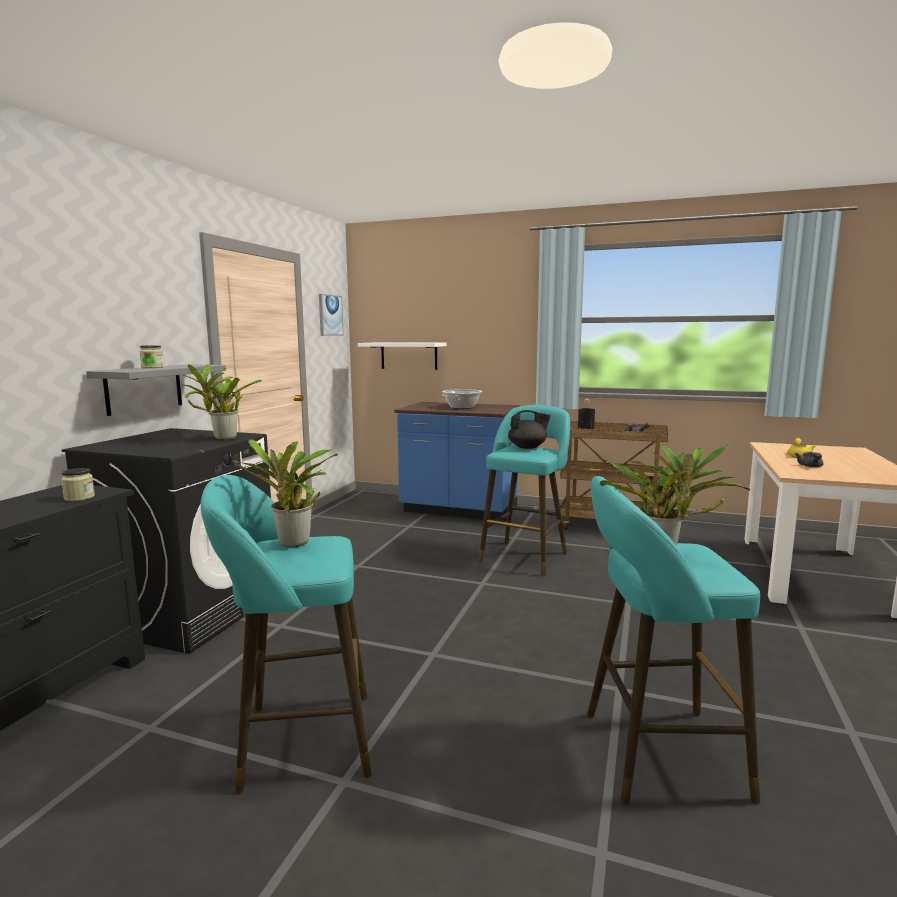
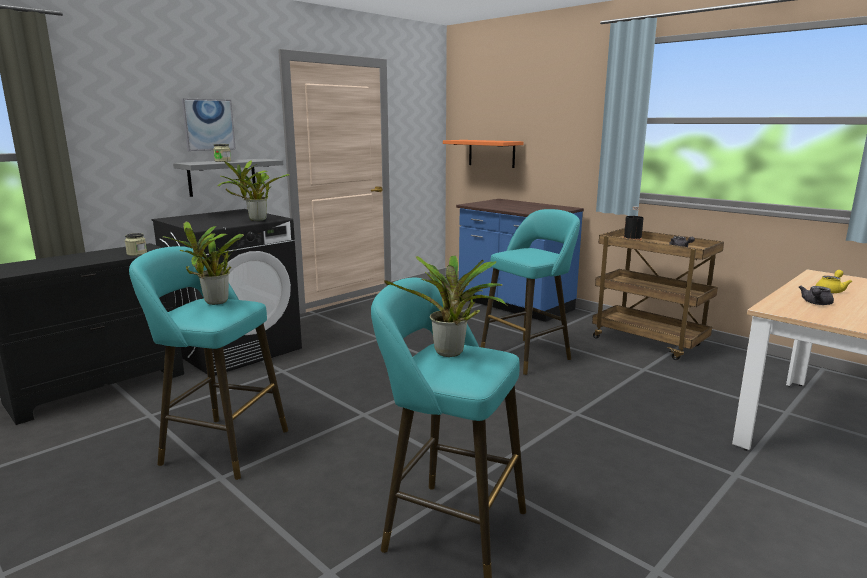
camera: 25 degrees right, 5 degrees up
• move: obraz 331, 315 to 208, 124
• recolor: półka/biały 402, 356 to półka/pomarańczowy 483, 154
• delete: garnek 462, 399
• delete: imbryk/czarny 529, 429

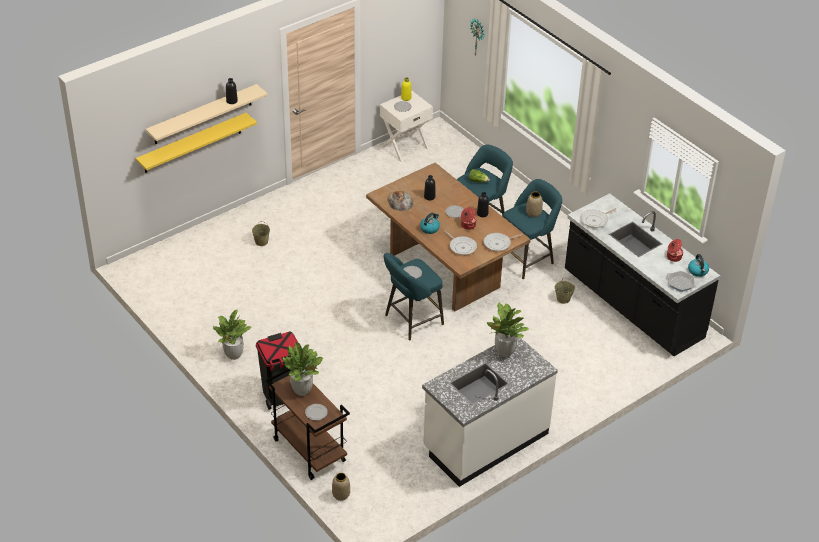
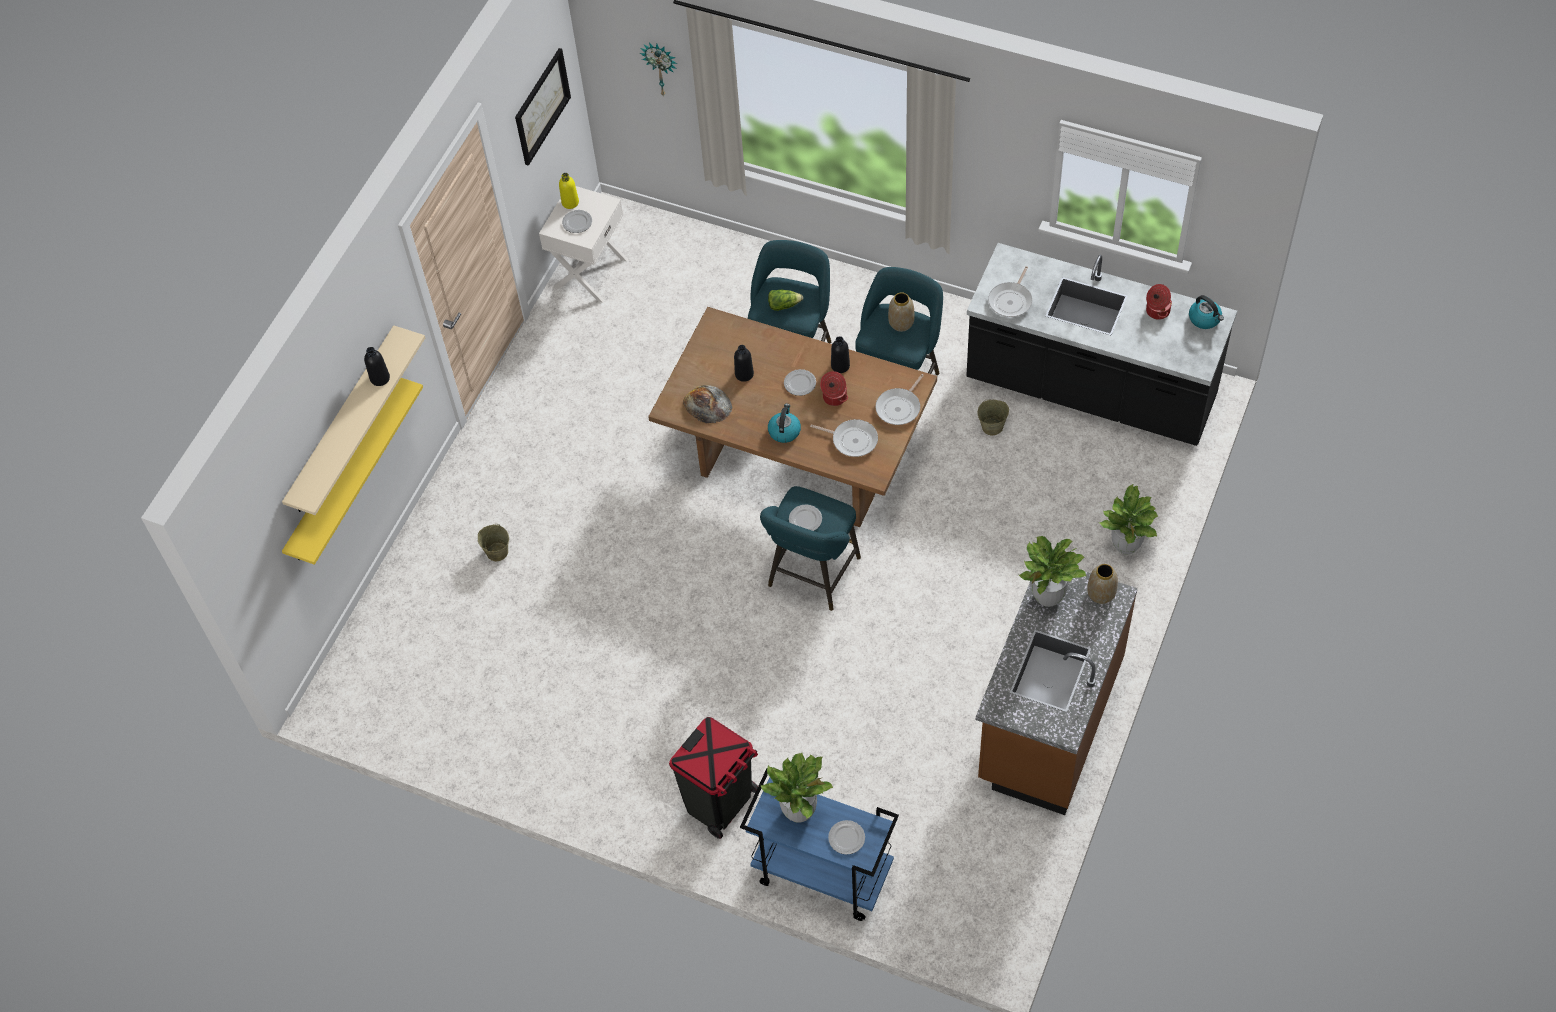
camera: 25 degrees left, 15 degrees up
• move: roślina doniczkowa 232, 335 to 1129, 519
• recolor: wózek/brązowy 307, 424 to wózek/niebieski 819, 844
• move: wazon 341, 487 to 1102, 584
• recolor: zabudowa kuchenna/biały 490, 412 to zabudowa kuchenna/brązowy 1057, 693
• delete: patelnia 681, 281
• insert: obraz 543, 107

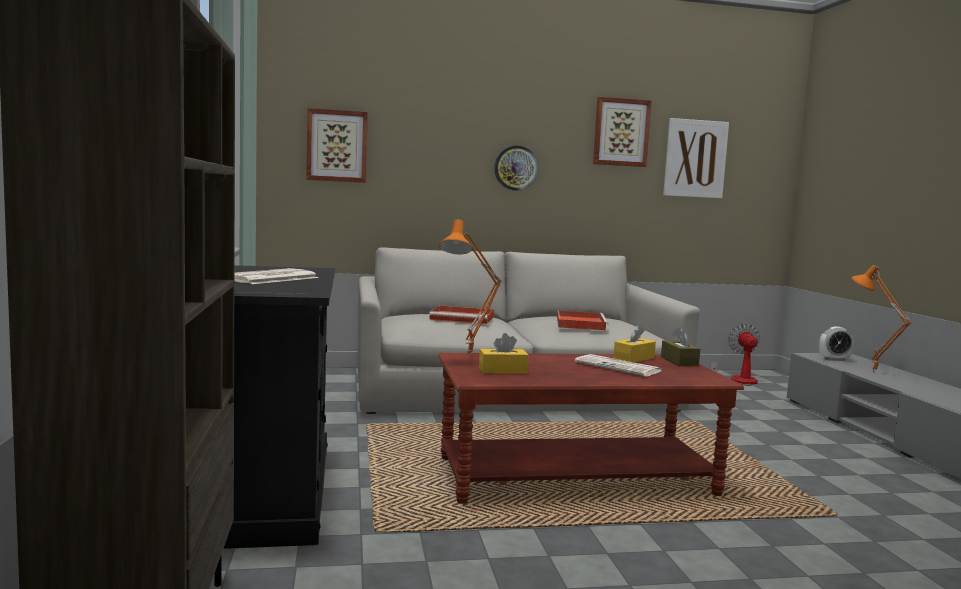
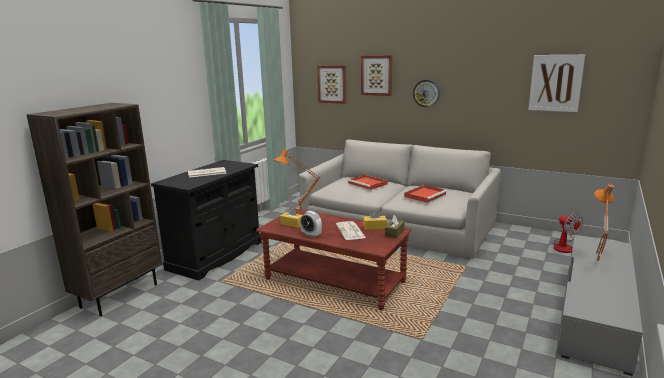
camera: 40 degrees right, 10 degrees up
• move: obraz 622, 132 to 376, 75
• rotate: wentylator 735, 354 = 568, 233 120 degrees clockwise
• move: budzik 836, 344 to 311, 224

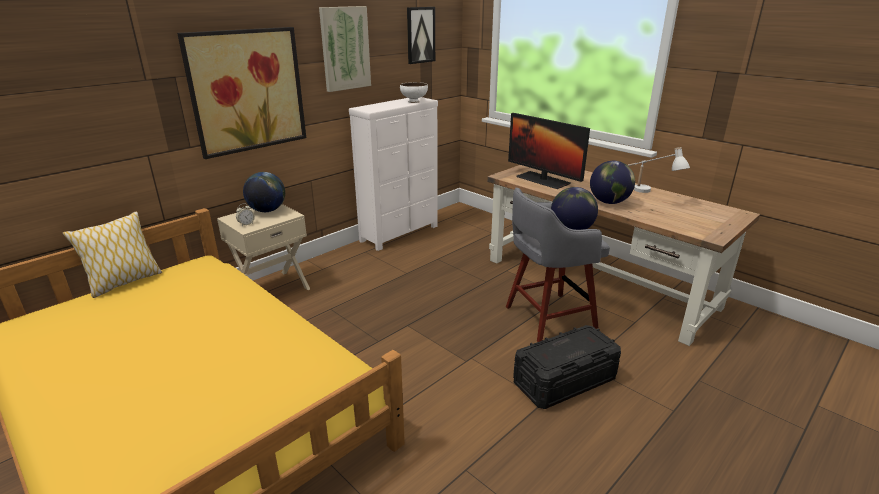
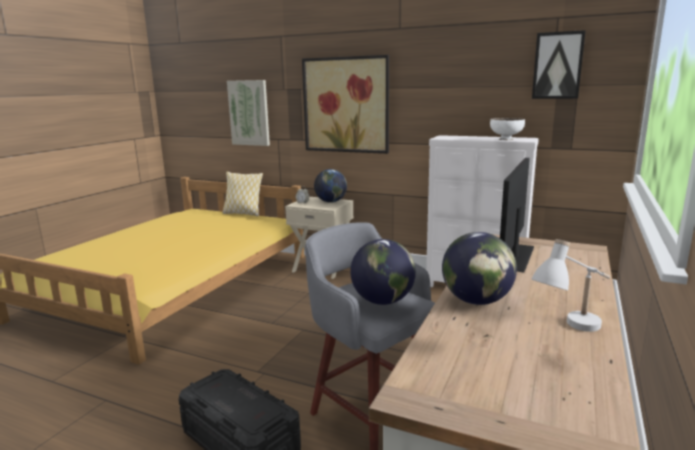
camera: 70 degrees right, 10 degrees down
• move: obraz 345, 49 to 248, 113

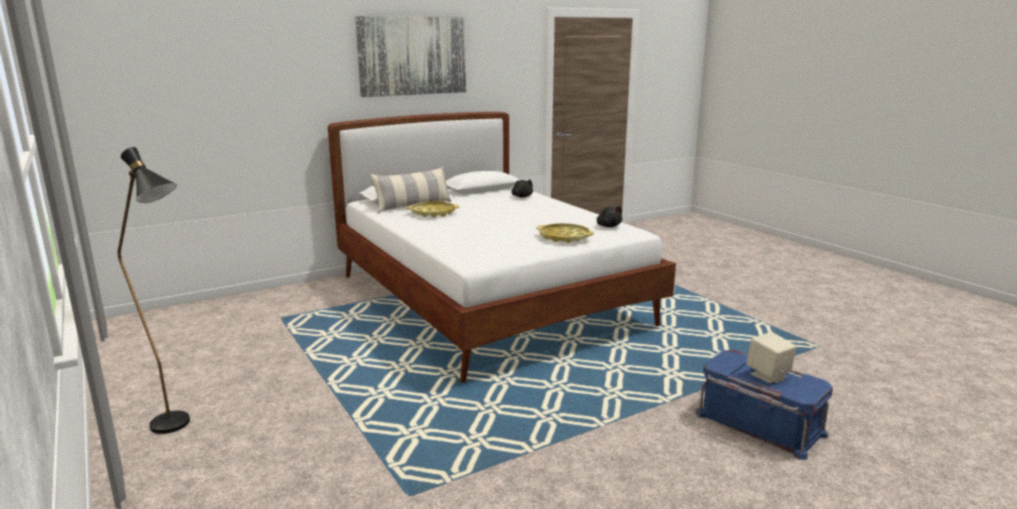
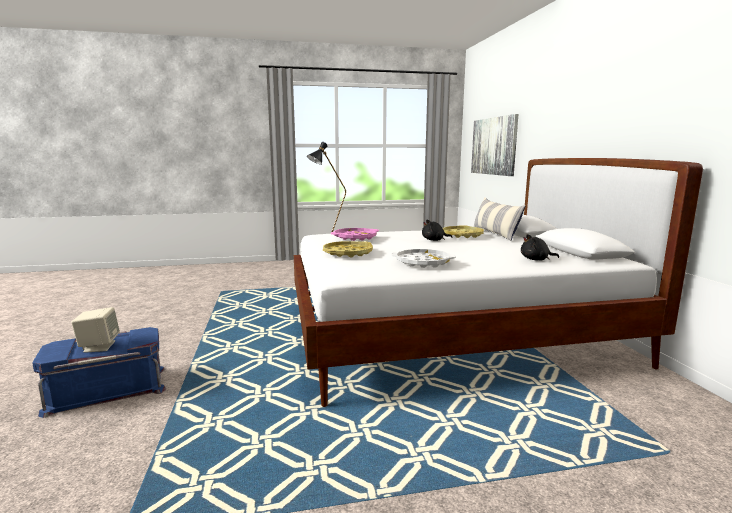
camera: 110 degrees right, 5 degrees down
• move: obraz 410, 56 to 494, 145
• move: pluszak/czarny 609, 216 to 437, 230
• insert: taca/różowy 355, 234
• insert: taca/biały 423, 258

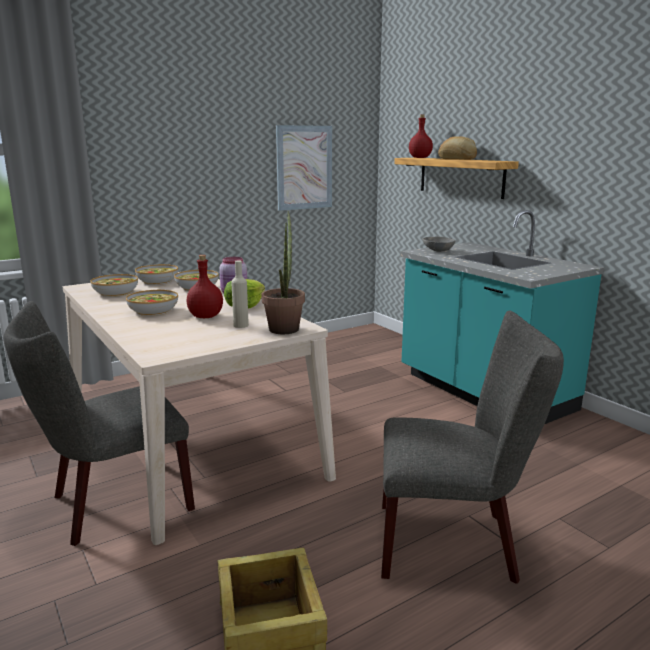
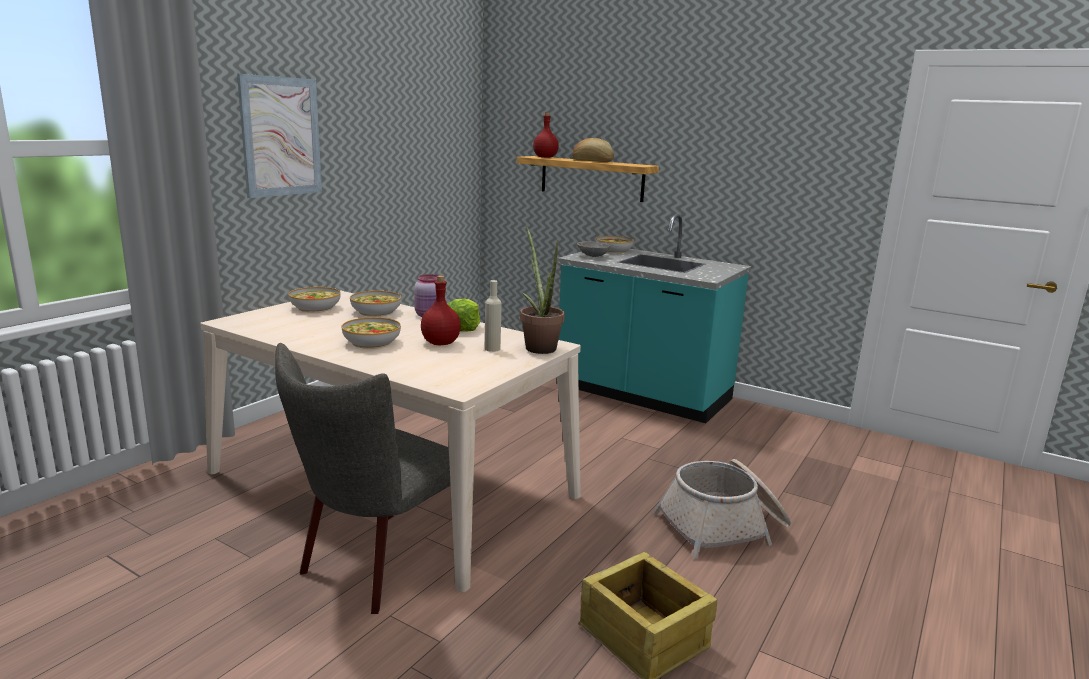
camera: 25 degrees left, 0 degrees up
• move: miska 114, 285 to 615, 244
• move: obraz 304, 168 to 279, 136
• replace: krzesło/szary 472, 447 to koszyk 722, 509

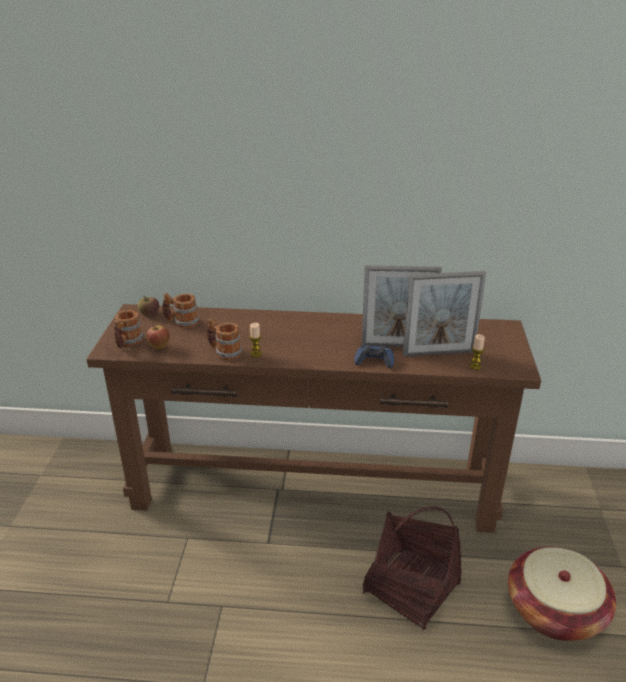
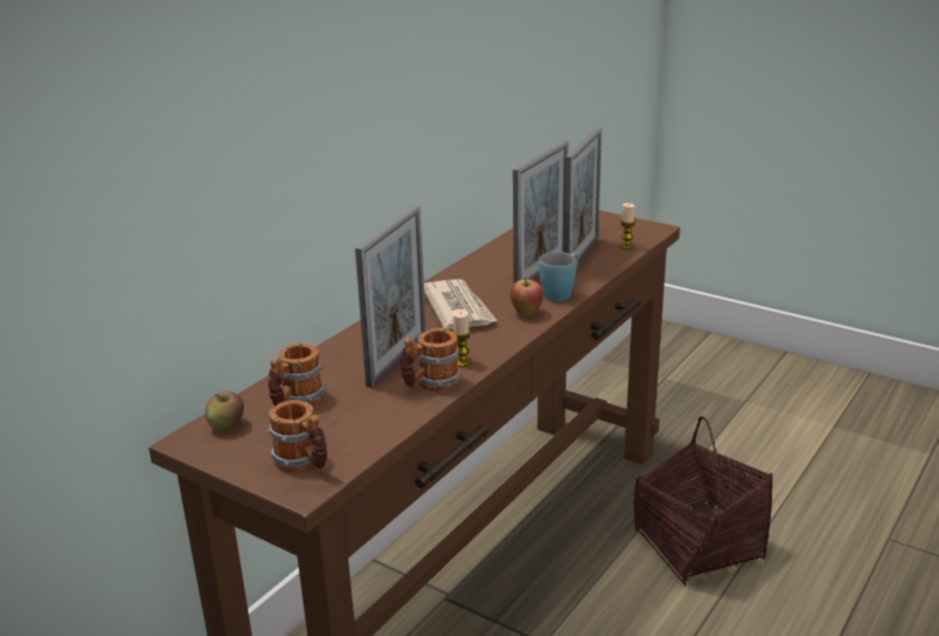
camera: 60 degrees left, 5 degrees down
• move: jabłko 158, 336 to 526, 296
• replace: pad do gier/niebieski 374, 356 to kubek/niebieski 558, 276
• delete: koszyk 562, 594
• insert: ramka na zdjęcie 390, 296
• insert: gazeta 460, 304

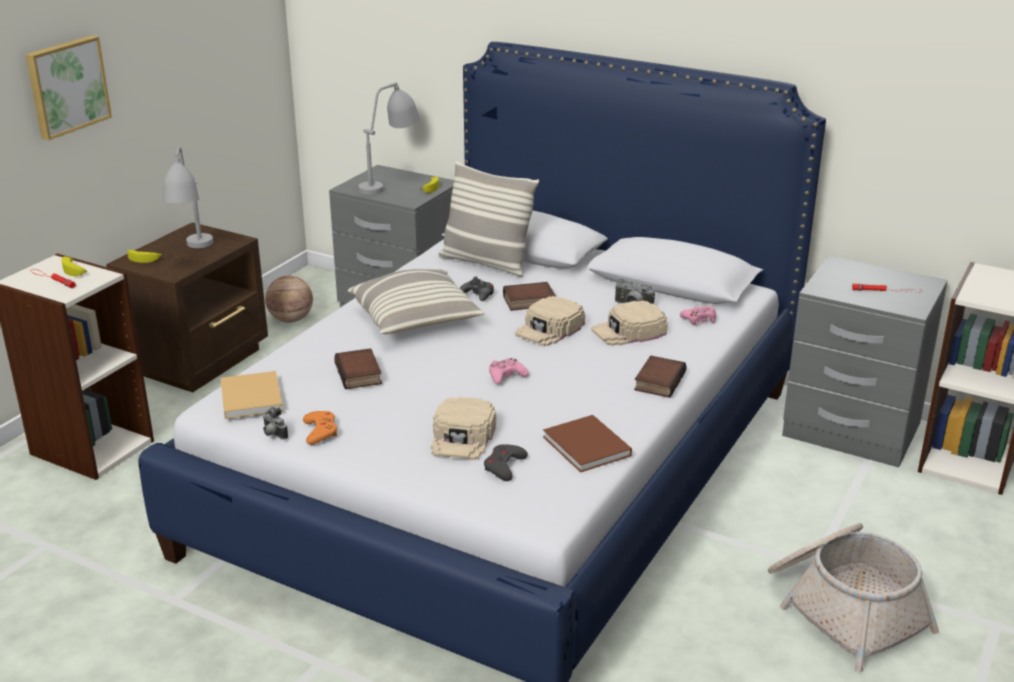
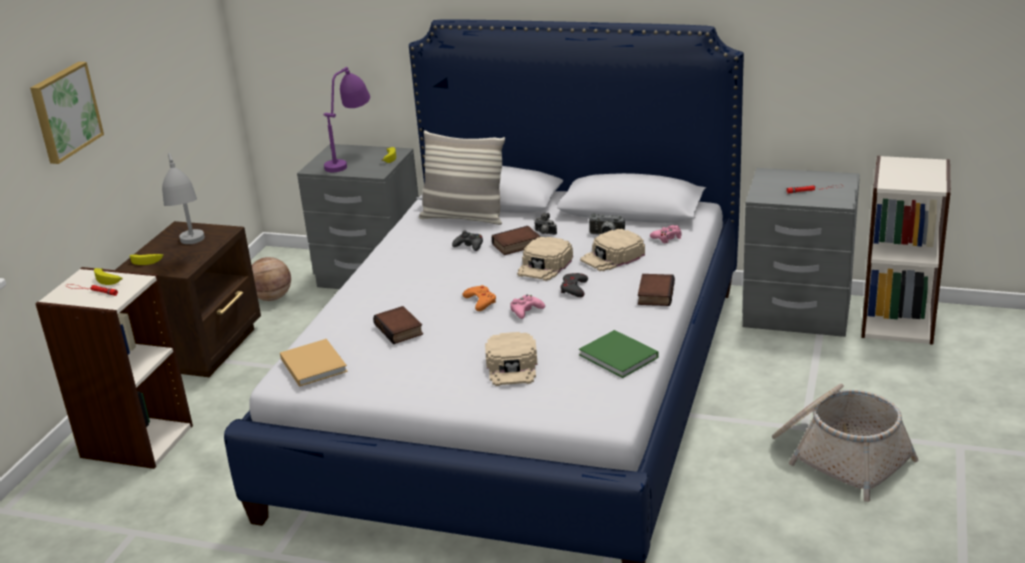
camera: 10 degrees left, 0 degrees up
• move: aparat fotograficzny 275, 423 to 545, 224
• move: pad do gier/pomarańczowy 320, 428 to 479, 298
• delete: poduszka 416, 301
• recolor: lampa stołowa/szary 389, 138 to lampa stołowa/fioletowy 347, 119
• move: pad do gier/szary 506, 462 to 574, 285
• recolor: książka/brązowy 587, 443 to książka/zielony 618, 354

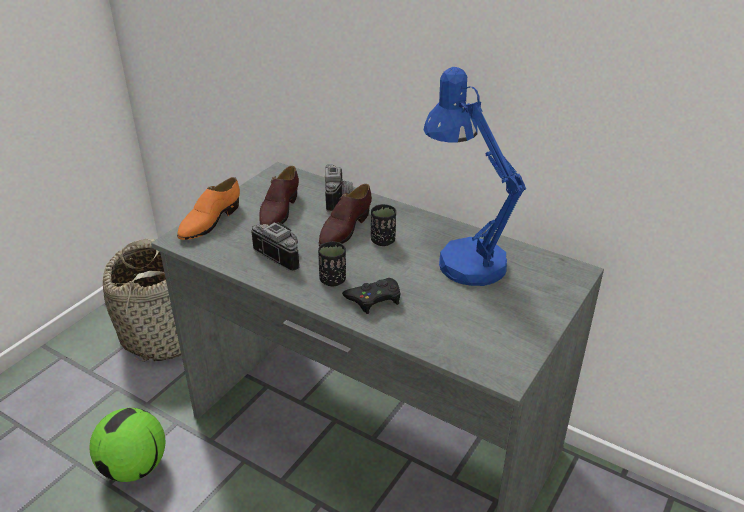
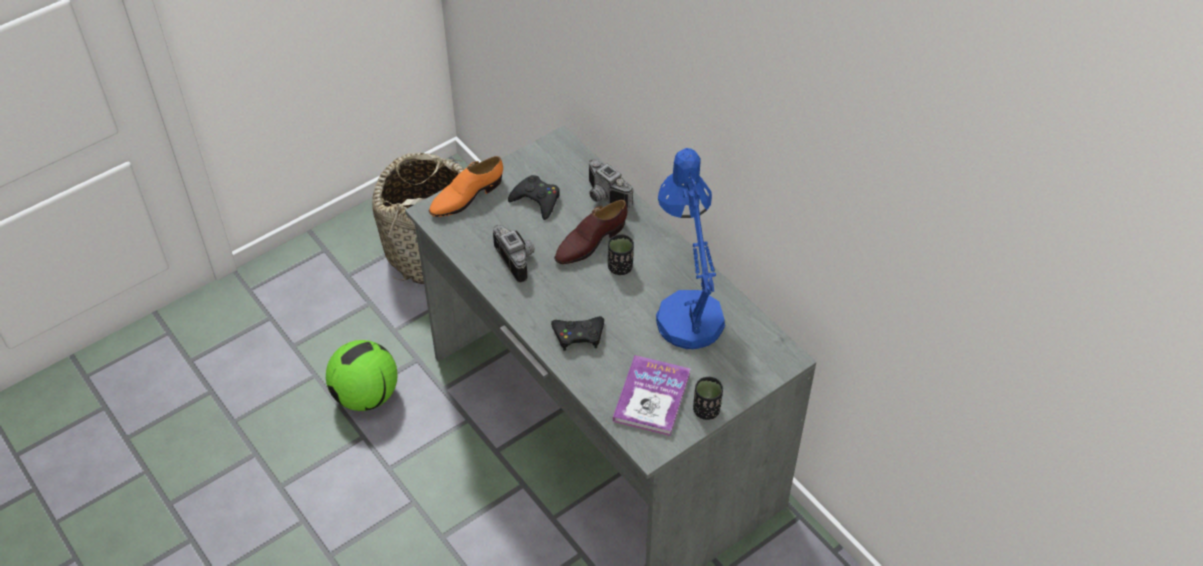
camera: 20 degrees right, 15 degrees up
• replace: but/brązowy 279, 196 to pad do gier/czarny 534, 197
• move: filiżanka/czarny 332, 263 to 708, 398
• rotate: aparat fotograficzny 339, 188 = 611, 184 120 degrees clockwise
• insert: książka 652, 395

